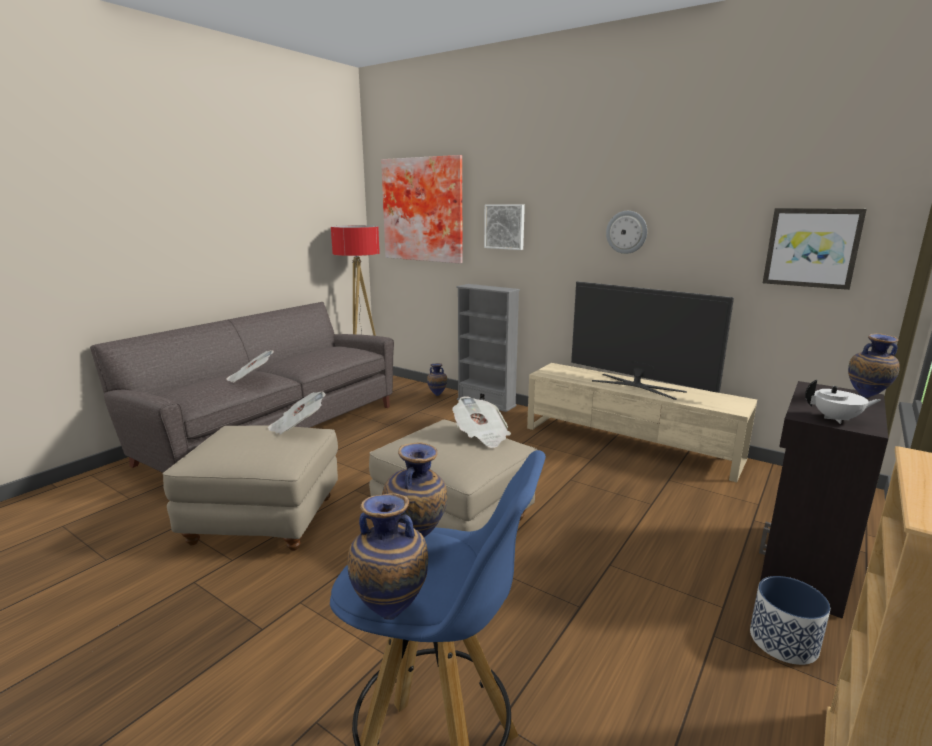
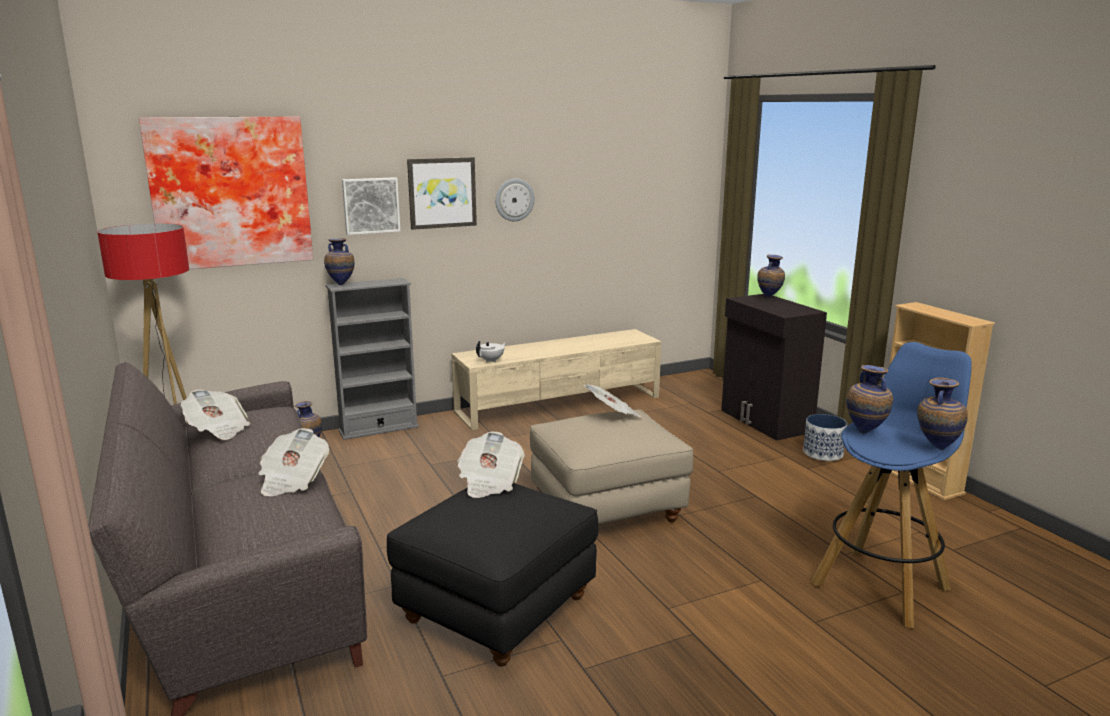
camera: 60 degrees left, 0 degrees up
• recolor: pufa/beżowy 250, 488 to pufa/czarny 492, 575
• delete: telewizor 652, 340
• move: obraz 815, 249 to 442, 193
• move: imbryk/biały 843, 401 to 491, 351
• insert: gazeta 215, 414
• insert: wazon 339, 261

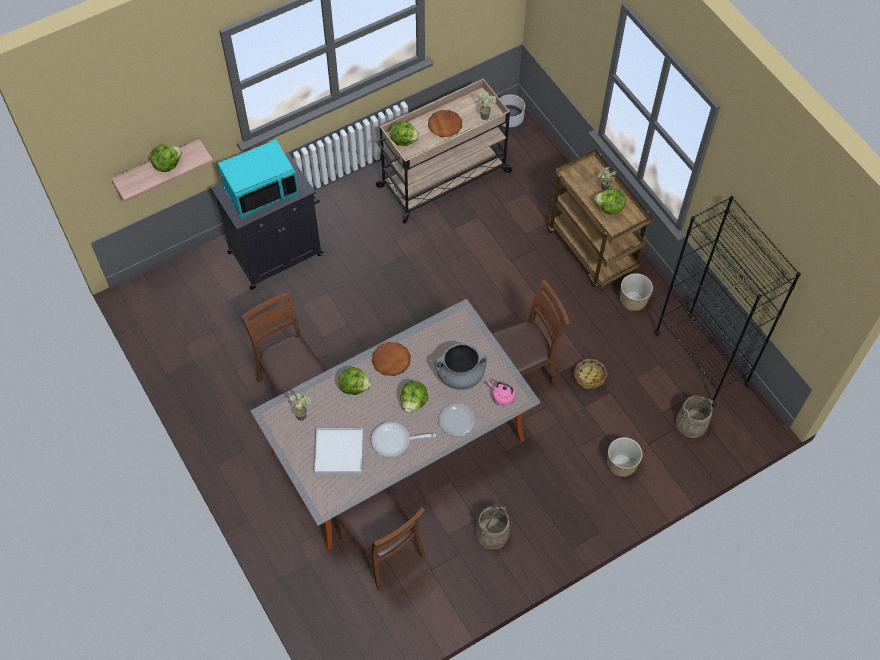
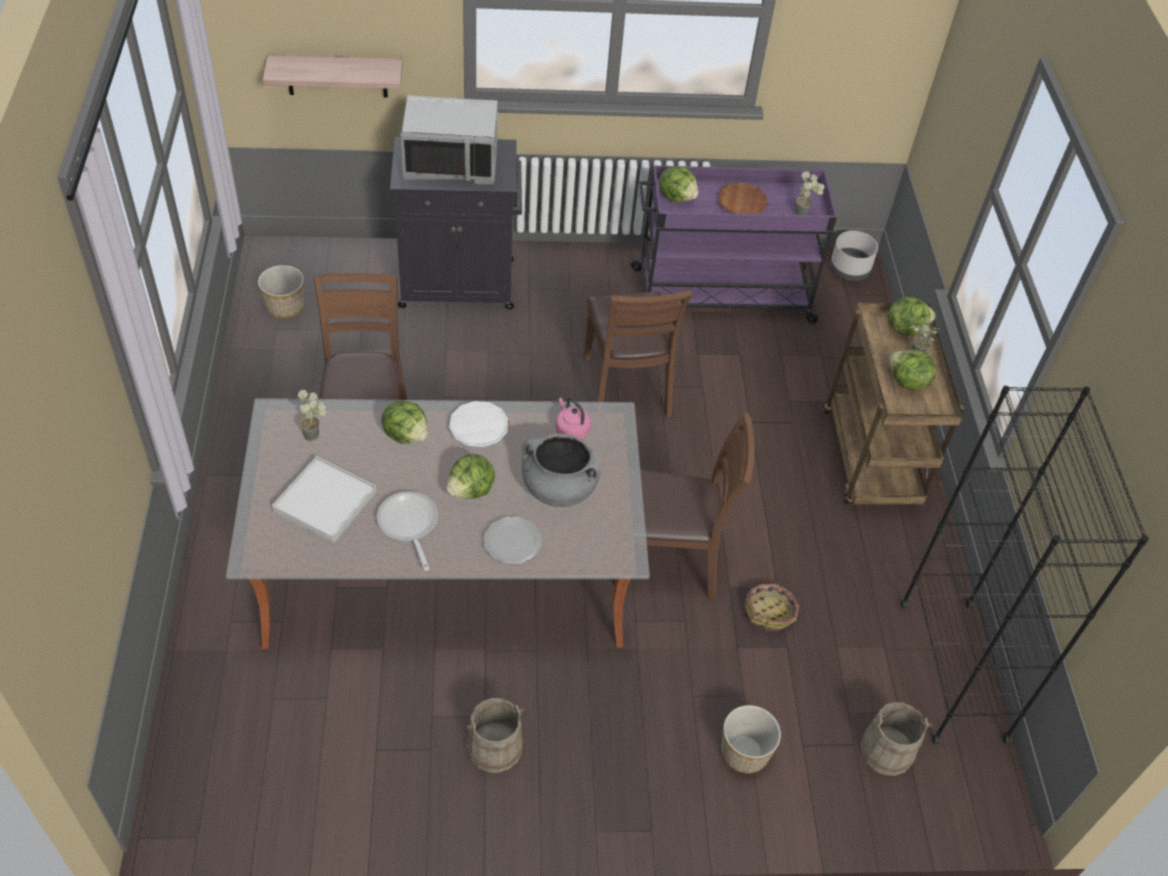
camera: 25 degrees right, 10 degrees down
• move: sałata 166, 158 to 911, 316
• recolor: mikrofalówka/turkusowy 258, 179 to mikrofalówka/szary 449, 140
• move: krzesło/brązowy 380, 539 to 638, 354
• rotate: patelnia 403, 439 = 407, 531 45 degrees clockwise
• recolor: talerz/brązowy 391, 359 to talerz/biały 479, 424
• recolor: wózek/beżowy 445, 151 to wózek/fioletowy 734, 245
• move: czajnik/różowy 502, 394 to 573, 418
• move: donica 636, 292 to 281, 292

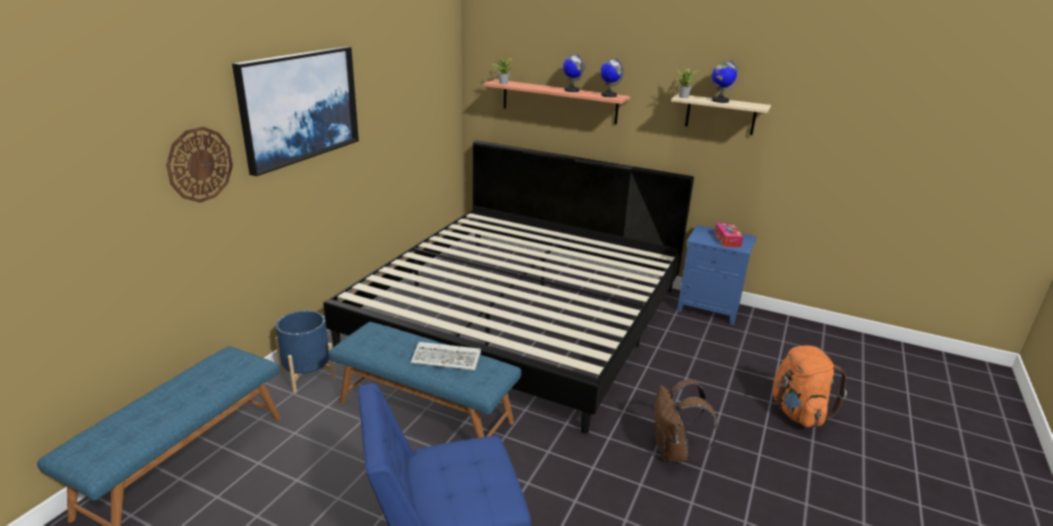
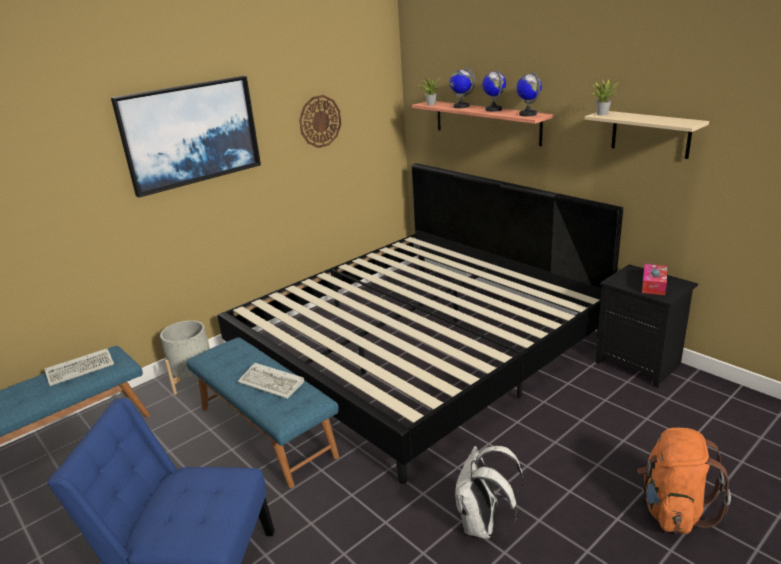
camera: 25 degrees right, 0 degrees up
• move: zegar ścienny 199, 164 to 320, 121
• recolor: donica/niebieski 305, 351 to donica/szary 185, 357
• recolor: plecak/brązowy 686, 421 to plecak/biały 489, 492
• recolor: szafka nocna/niebieski 717, 275 to szafka nocna/czarny 646, 326
• move: globus 725, 81 to 463, 87
• insert: klawiatura 79, 367

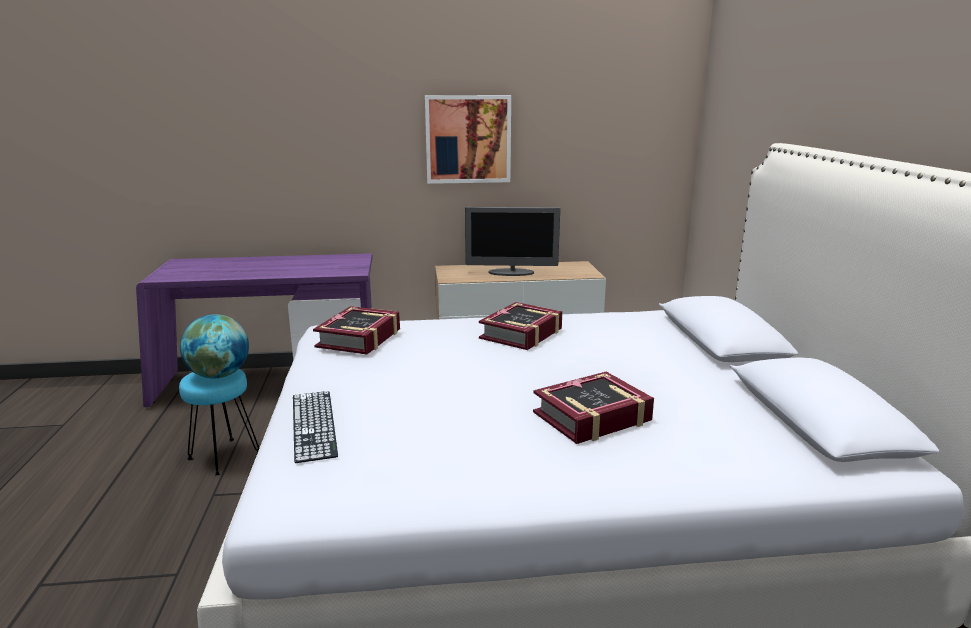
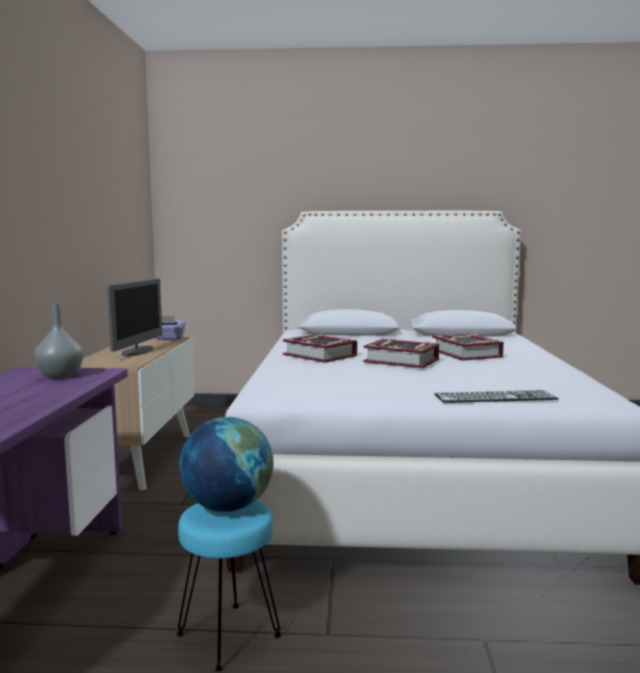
camera: 80 degrees left, 10 degrees down
• move: książka 356, 330 to 401, 353
• delete: obraz 468, 139
• insert: wazon/szary 59, 341
• insert: pudełko chusteczek/fioletowy 171, 328

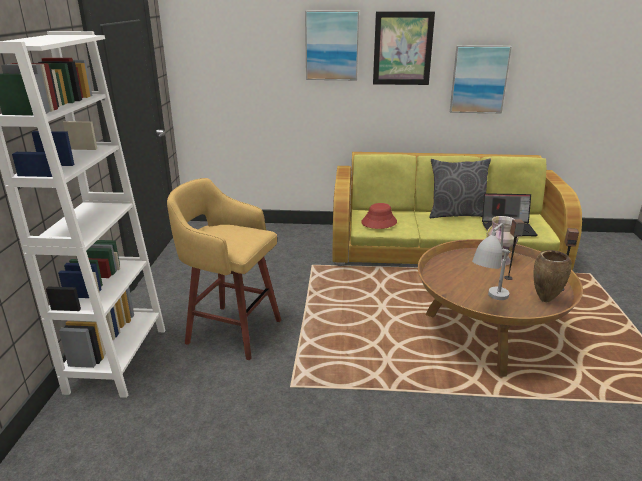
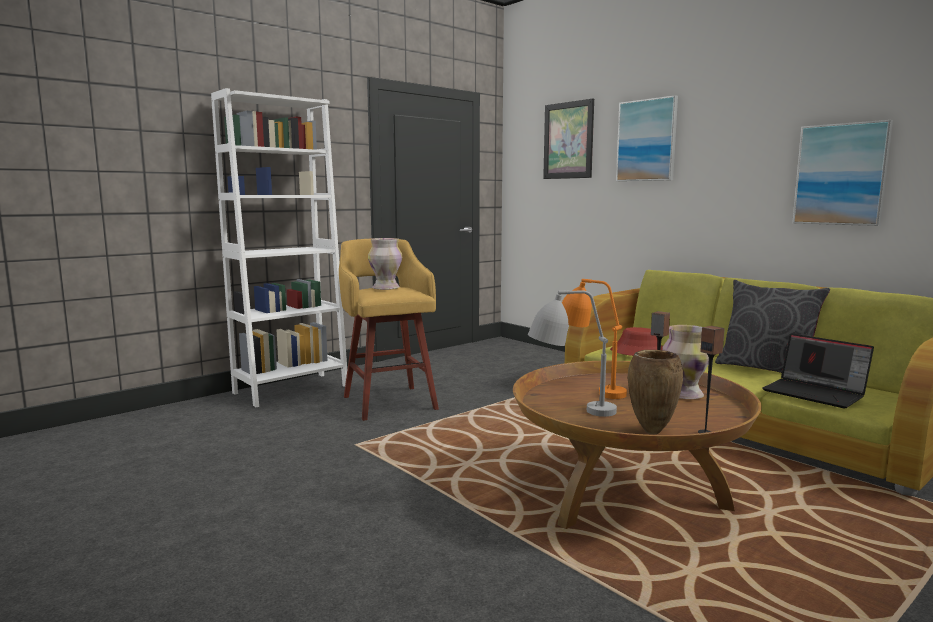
camera: 45 degrees right, 15 degrees down
• move: obraz 404, 48 to 568, 139
• insert: wazon 385, 264
• insert: lampa stołowa/pomarańczowy 594, 339

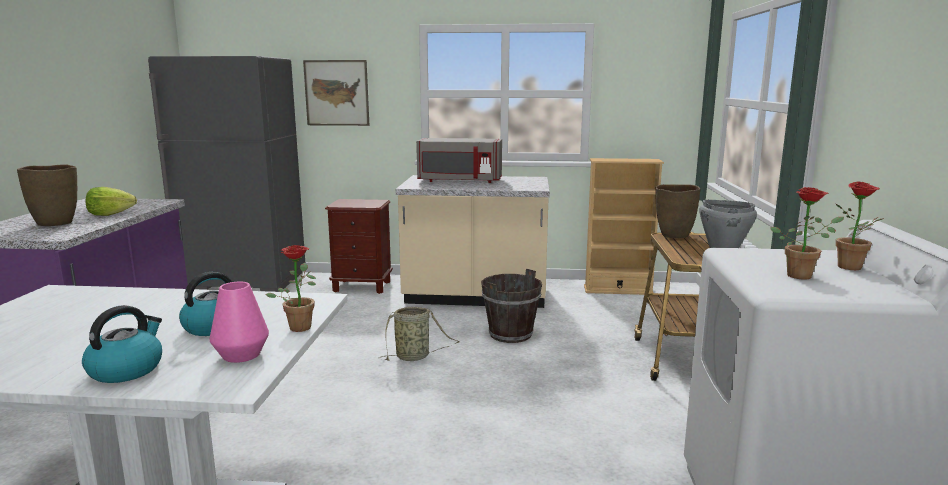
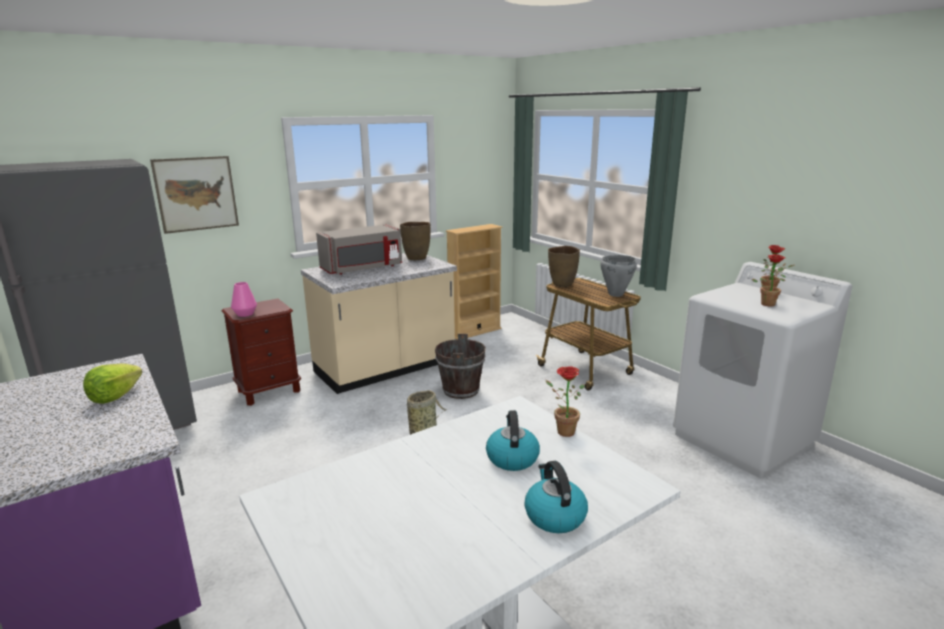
camera: 40 degrees left, 5 degrees up
• move: wazon/brązowy 47, 195 to 415, 241
• move: wazon/różowy 239, 322 to 244, 299

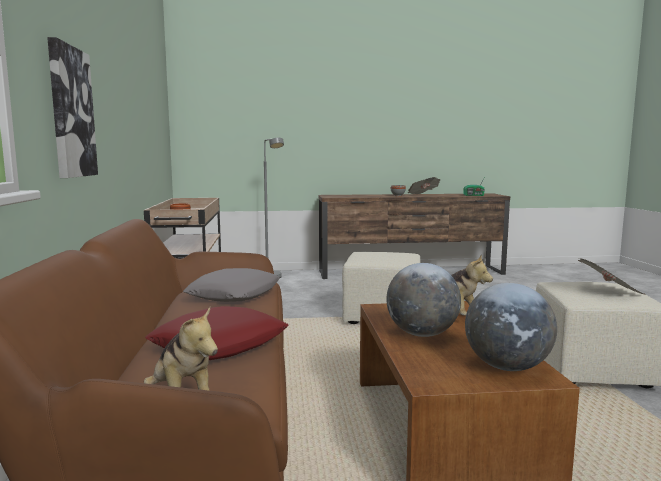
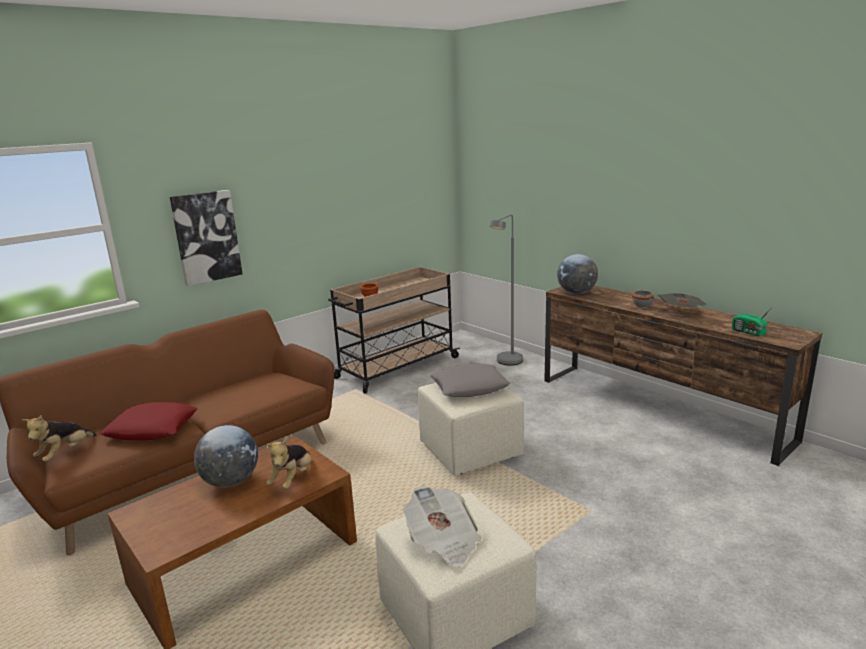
camera: 55 degrees right, 10 degrees up
• move: poduszka/szary 231, 285 to 470, 380
• move: globus 511, 327 to 577, 274

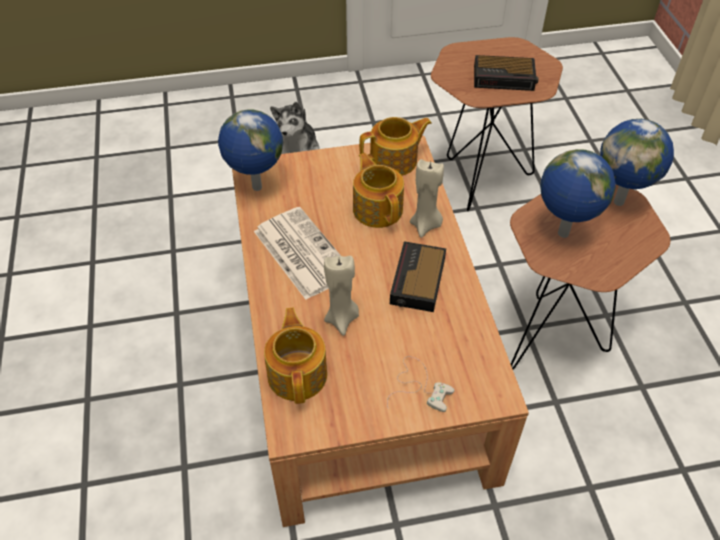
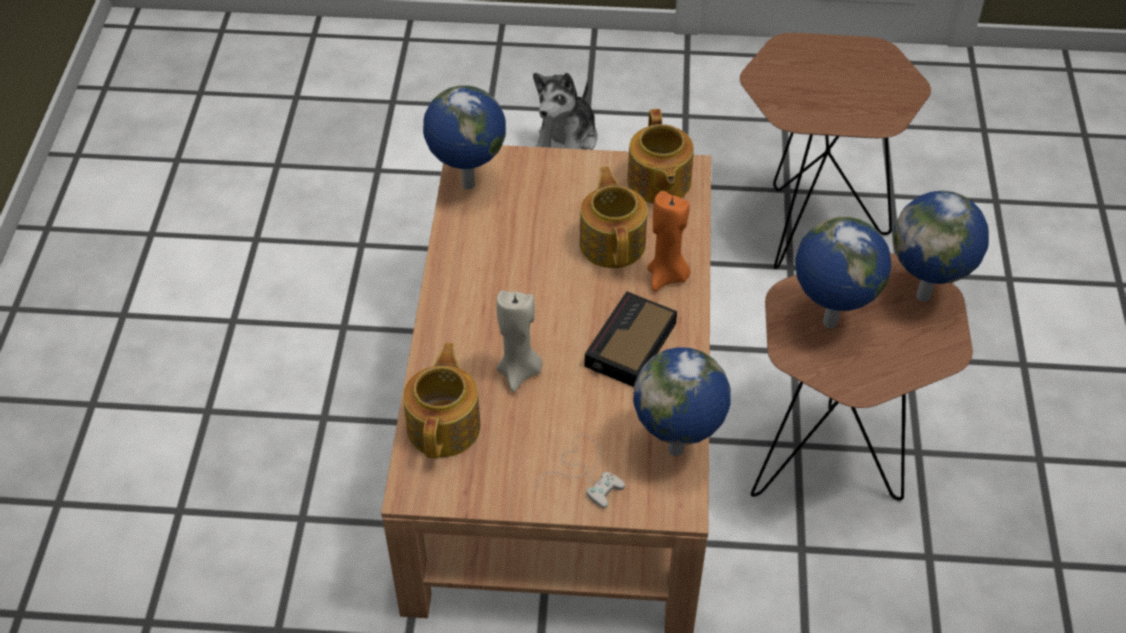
camera: 15 degrees right, 0 degrees up
• delete: gazeta 297, 253
• rotate: imbryk 395, 146 = 660, 156 90 degrees clockwise
• recolor: świeca/beżowy 427, 198 to świeca/pomarańczowy 669, 241
• delete: budzik 506, 73
• insert: globus 681, 401

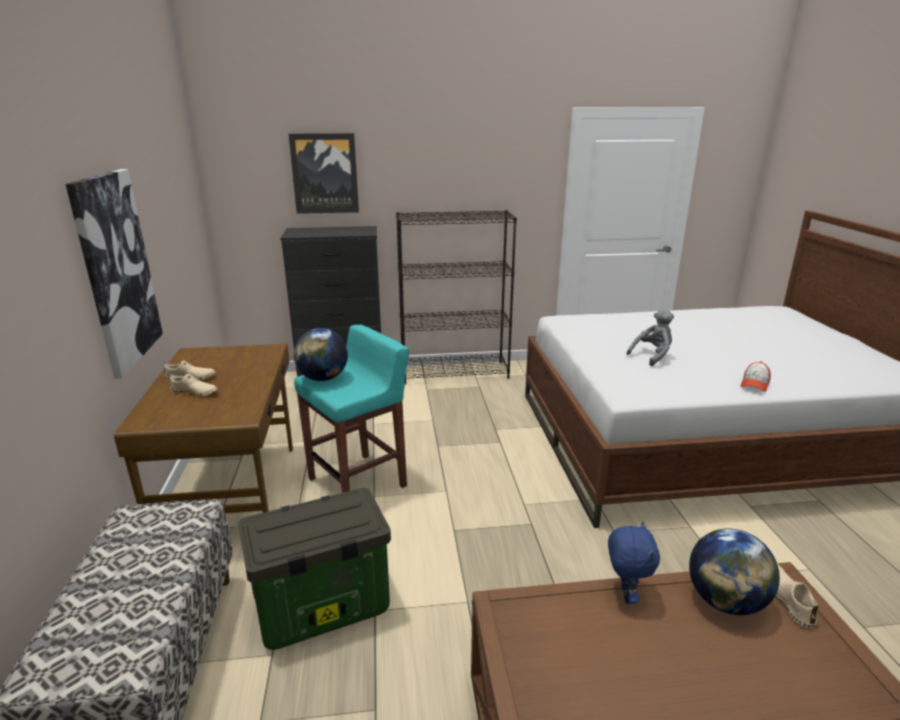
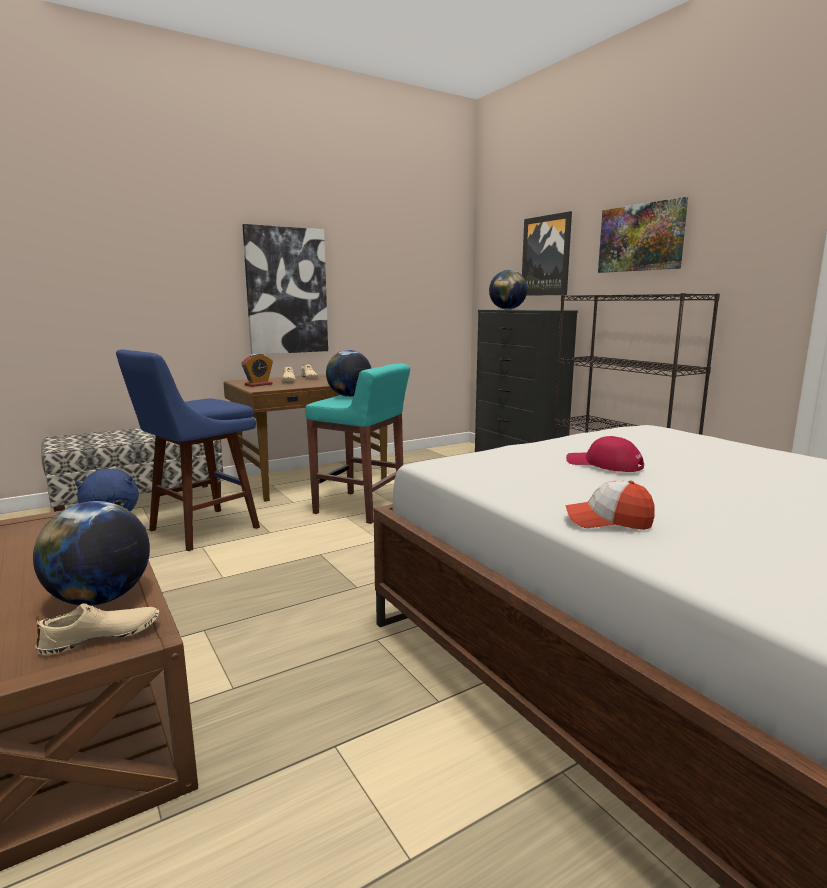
camera: 65 degrees right, 10 degrees down
• replace: pojemnik do przechowywania 314, 569 to stołek/niebieski 188, 450
• replace: pluszak/szary 650, 337 to czapka z daszkiem/czerwony 605, 454
• insert: budzik 257, 370
• insert: globus 508, 290
• insert: obraz 643, 235

